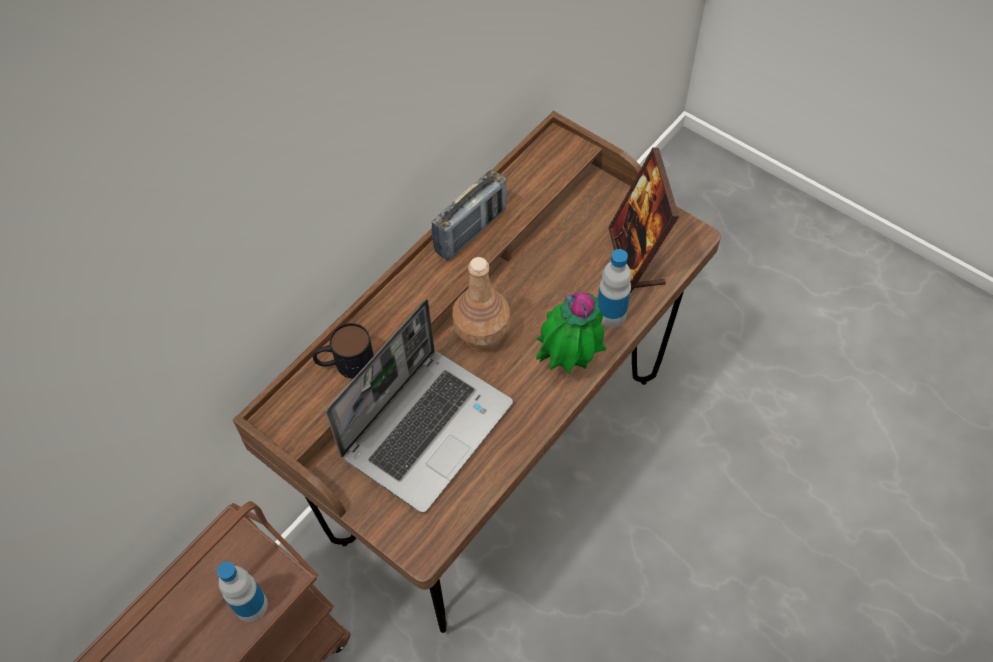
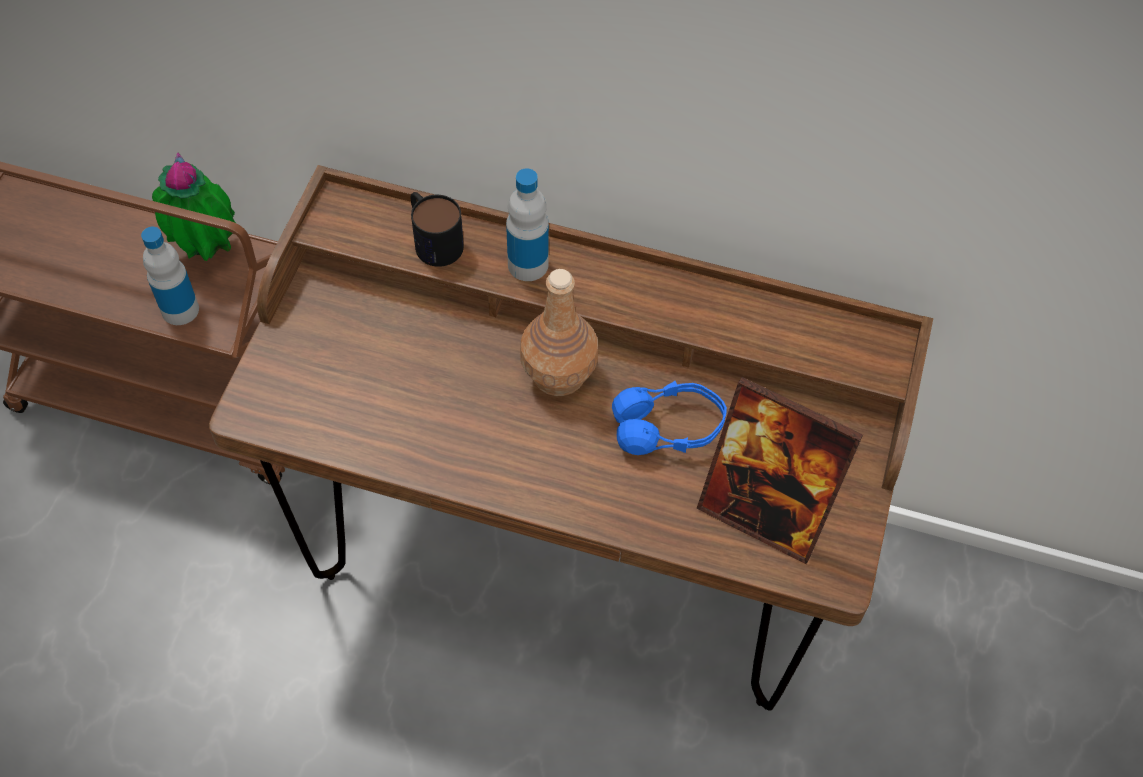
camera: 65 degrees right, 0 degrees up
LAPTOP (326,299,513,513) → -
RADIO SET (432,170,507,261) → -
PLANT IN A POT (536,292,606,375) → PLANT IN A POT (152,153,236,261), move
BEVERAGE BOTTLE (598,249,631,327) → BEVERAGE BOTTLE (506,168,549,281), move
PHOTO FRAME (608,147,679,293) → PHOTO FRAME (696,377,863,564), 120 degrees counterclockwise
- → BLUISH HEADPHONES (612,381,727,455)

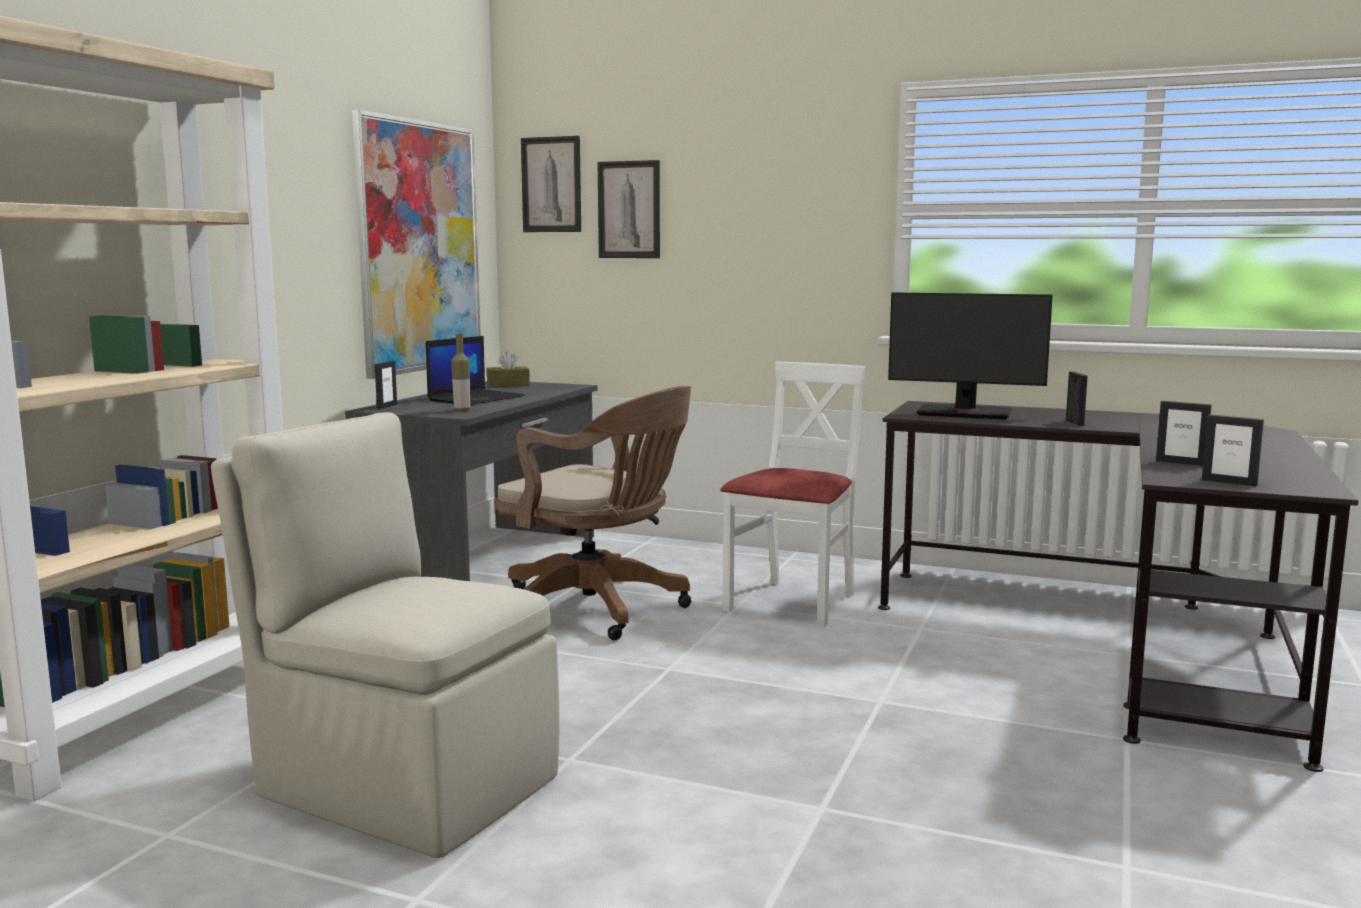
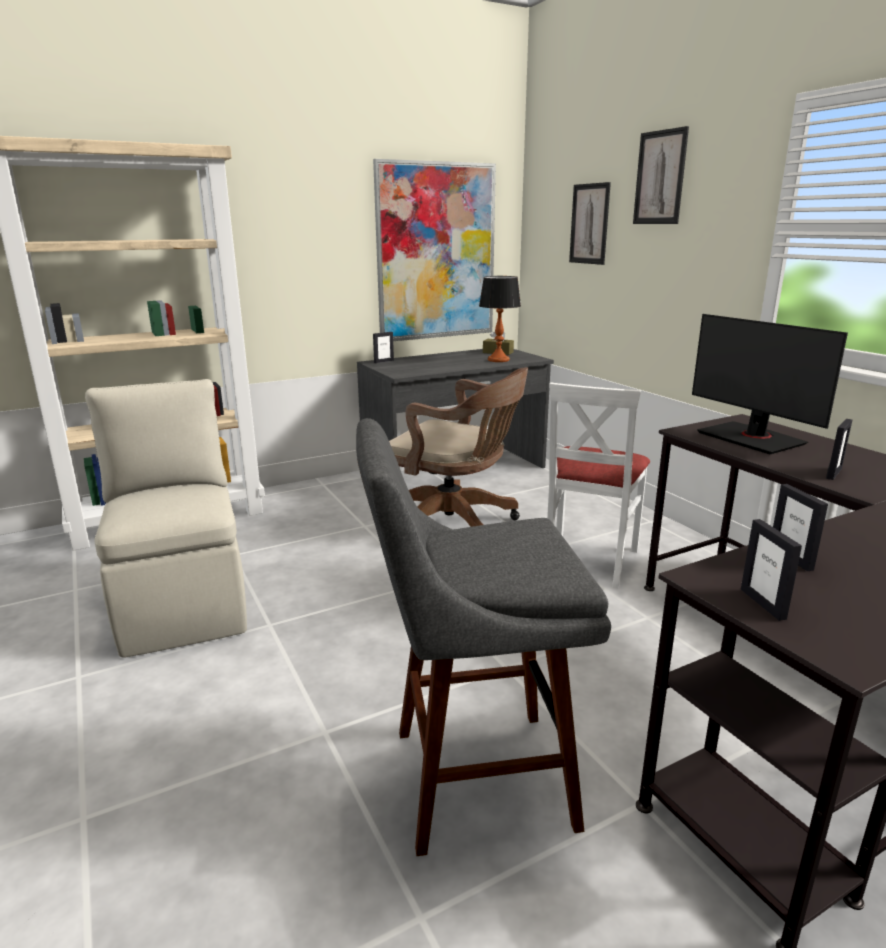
camera: 40 degrees right, 10 degrees up
LAPTOP (426,336,525,405) → -
BEVERAGE BOTTLE (451,333,470,411) → -
BROWN-COLOURED COMPUTER CHAIR (494,386,691,640) → BROWN-COLOURED COMPUTER CHAIR (389,368,528,527), 45 degrees counterclockwise
PICTURE (521,136,581,232) → PICTURE (633,126,689,224), move
WHITISH CHAIR (720,361,866,627) → WHITISH CHAIR (547,382,650,589), 135 degrees clockwise
- → GREY SITTING STOOL (356,418,611,856)
- → LAMP FOR A TABLE (479,276,521,362)

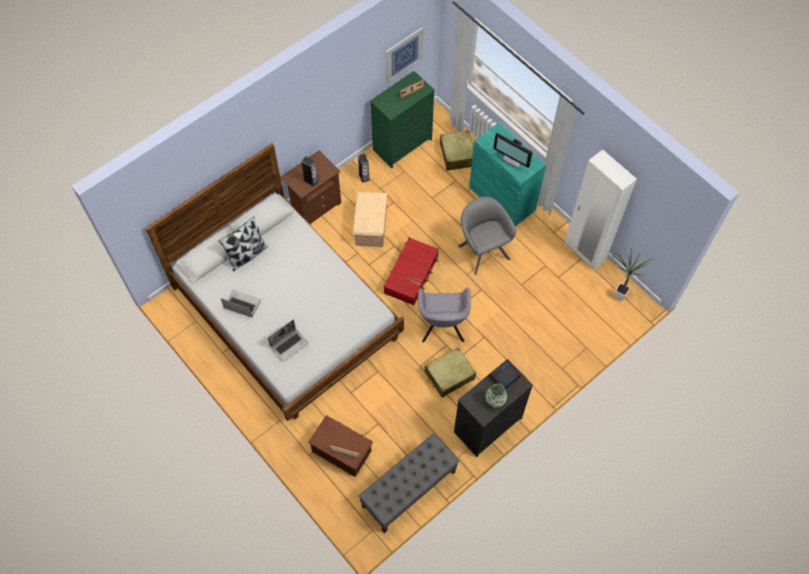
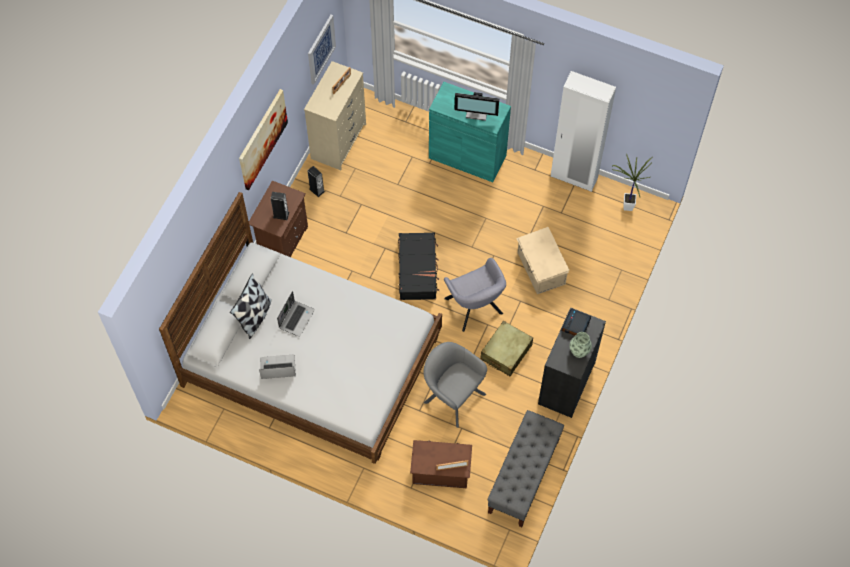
camera: 25 degrees left, 0 degrees up
LAPTOP (268,319,308,362) → LAPTOP (277,291,315,337), move
BEIGE-COLOURED STORAGE BOX (352,192,387,247) → BEIGE-COLOURED STORAGE BOX (516,227,570,294), move
GREEN-COLOURED DRESSER (370,71,435,168) → BEIGE-COLOURED DRESSER (304,61,366,170)
RED PIECE OF LUGGAGE (383,237,439,306) → BLACKISH PIECE OF LUGGAGE (398,232,439,300)
BEIGE-COLOURED PIECE OF LUGGAGE (440,130,473,171) → -
GREY EASY CHAIR (458,197,516,275) → GREY EASY CHAIR (423,342,487,428), move
- → PICTURE (239,89,288,190)

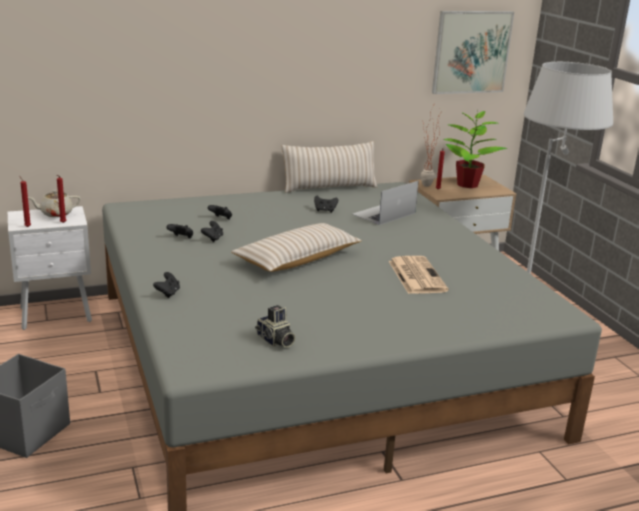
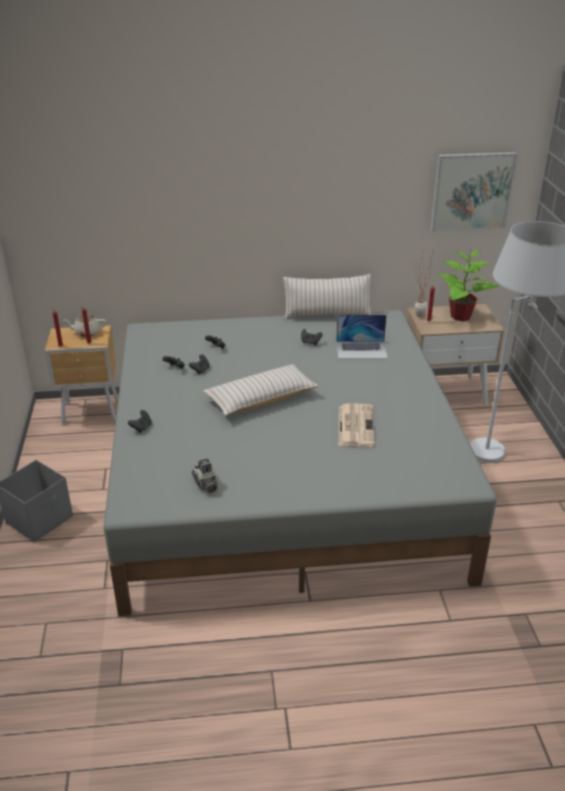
camera: 15 degrees right, 10 degrees up
WHITISH NIGHT TABLE (8,206,92,330) → BROWN-COLOURED NIGHT TABLE (45,325,118,424)
LAPTOP (352,181,418,225) → LAPTOP (336,315,388,359), 150 degrees counterclockwise

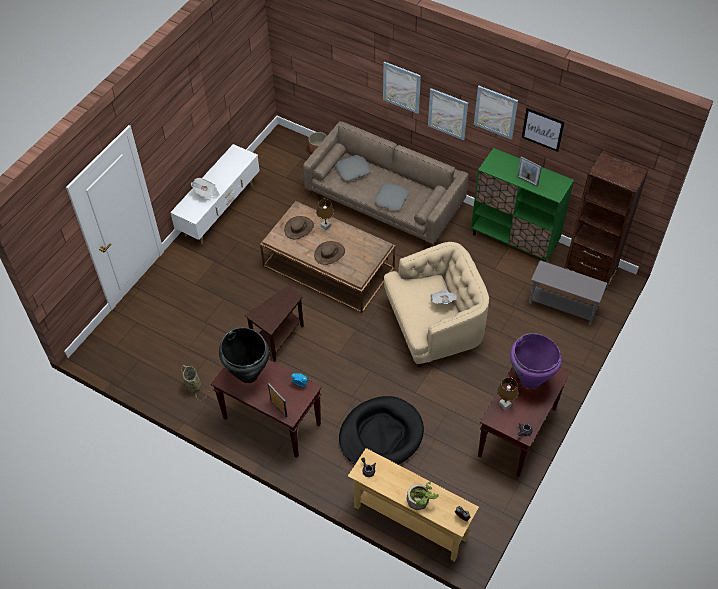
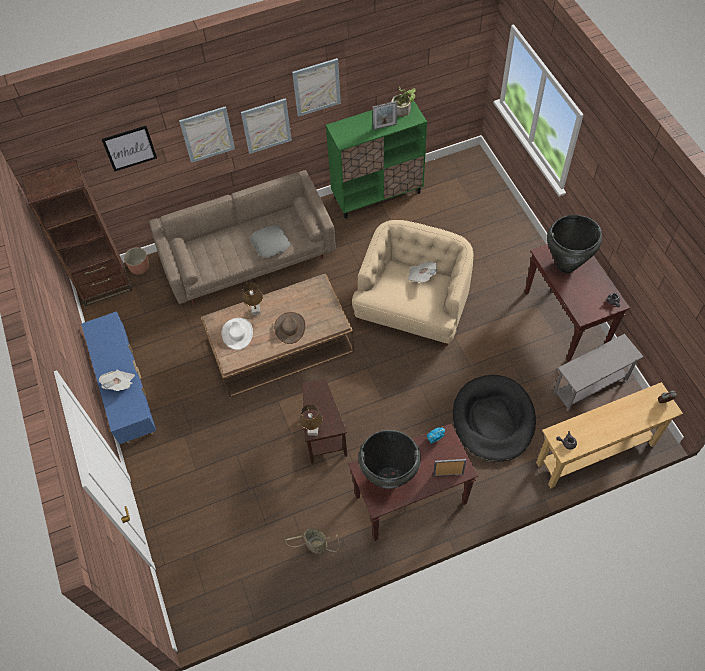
camera: 50 degrees left, 5 degrees up
WHITISH MEDIA CONSOLE (170,144,260,244) → BLUISH MEDIA CONSOLE (81,311,156,444)
BROWN-COLOURED WEARABLE HAT (284,216,314,239) → WHITISH WEARABLE HAT (222,318,253,350)
GREY THROW PILLOW (335,155,371,181) → -
PLANT IN A POT (407,481,439,510) → PLANT IN A POT (391,87,416,117), move
BROWN-COLOURED LAMP FOR A TABLE (497,377,518,410) → BROWN-COLOURED LAMP FOR A TABLE (299,404,323,436), move
PURPLE VASE (510,333,562,389) → BLACKISH VASE (547,215,602,273)
PICTURE (522,108,565,152) → PICTURE (102,126,157,172), move
GREY END TABLE (529,260,607,325) → GREY END TABLE (553,334,644,411), move
BROWN-COLOURED BOOKCASE (564,152,649,291) → BROWN-COLOURED BOOKCASE (22,160,132,306), move

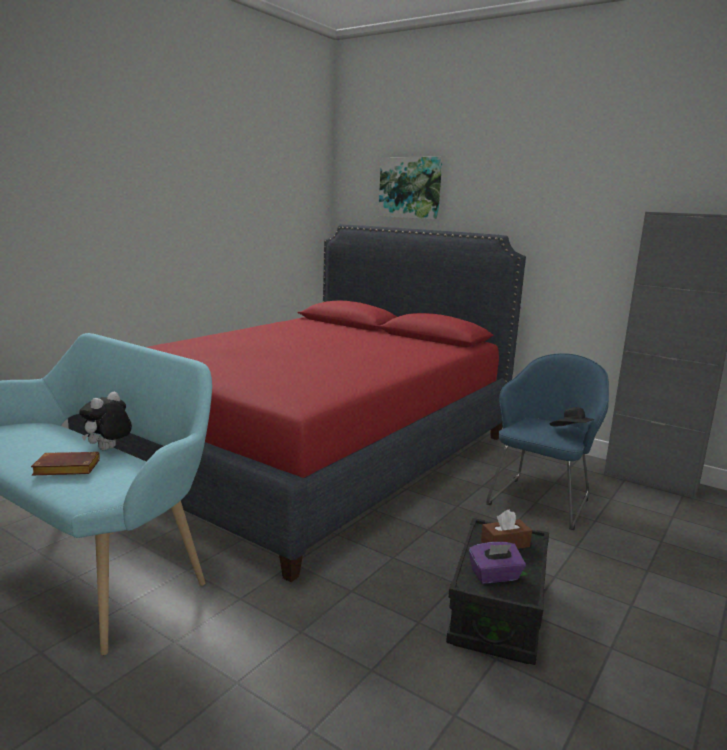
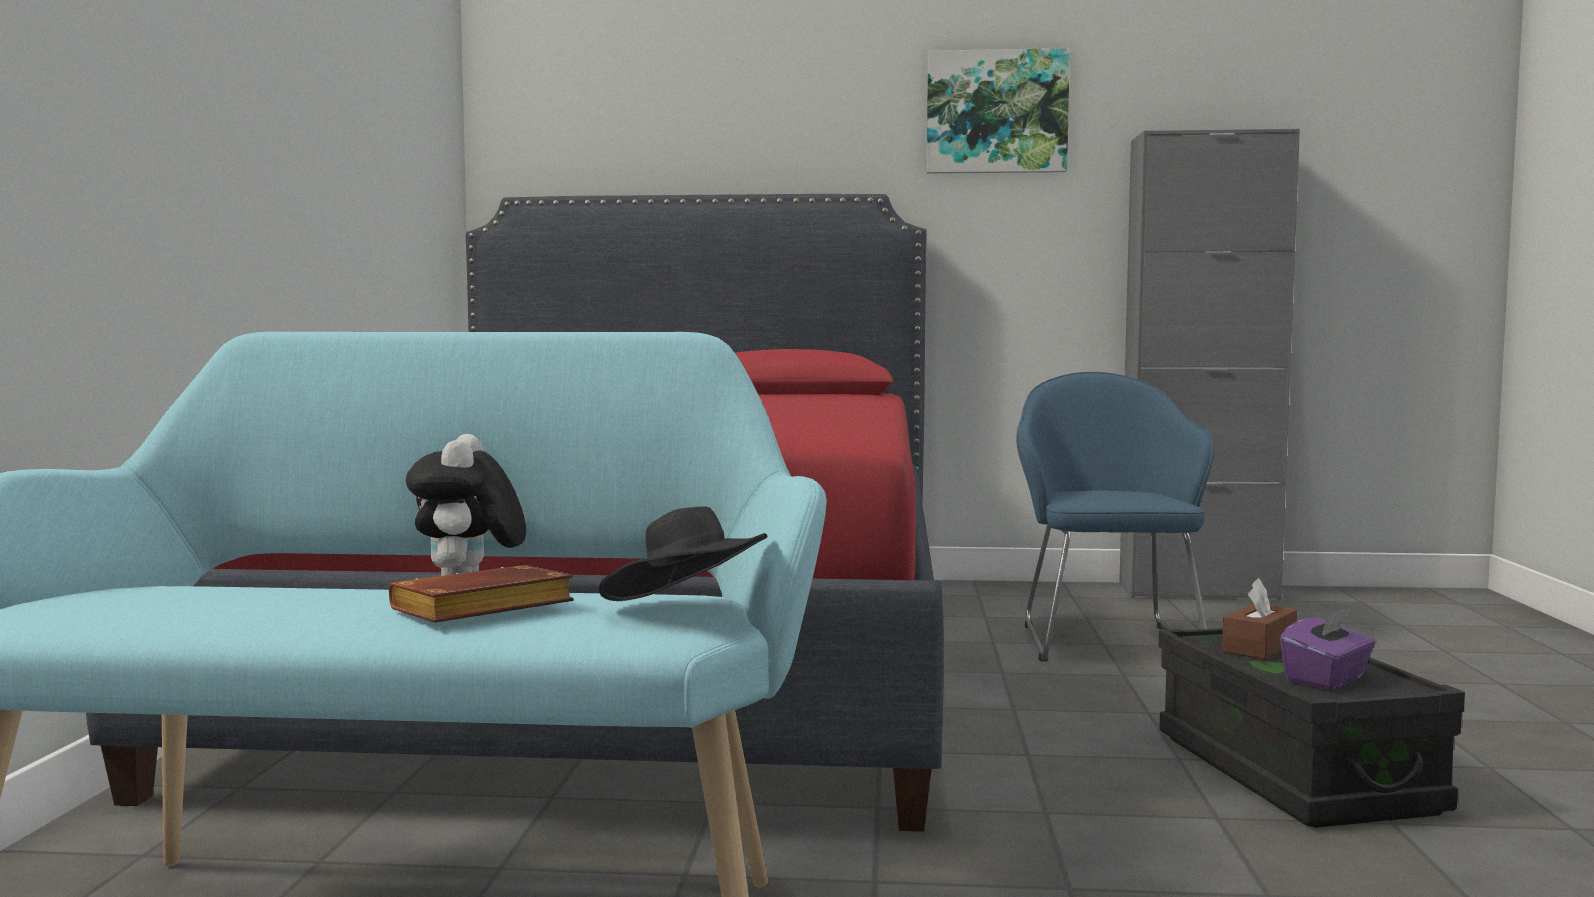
camera: 30 degrees left, 10 degrees down
PICTURE (378,157,442,219) → PICTURE (927,48,1070,174), move
BLACKISH WEARABLE HAT (550,407,594,427) → BLACKISH WEARABLE HAT (598,506,768,601), move

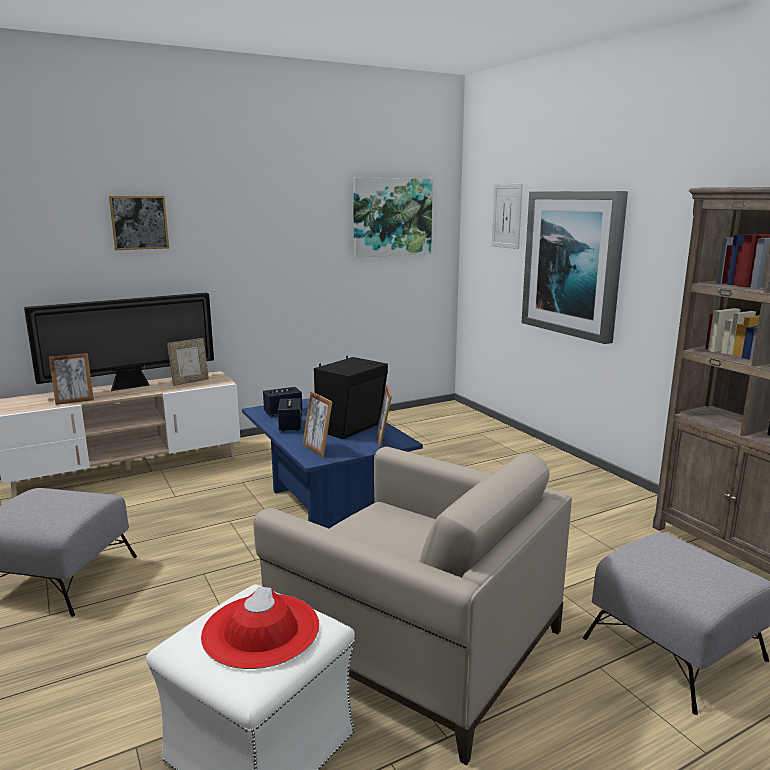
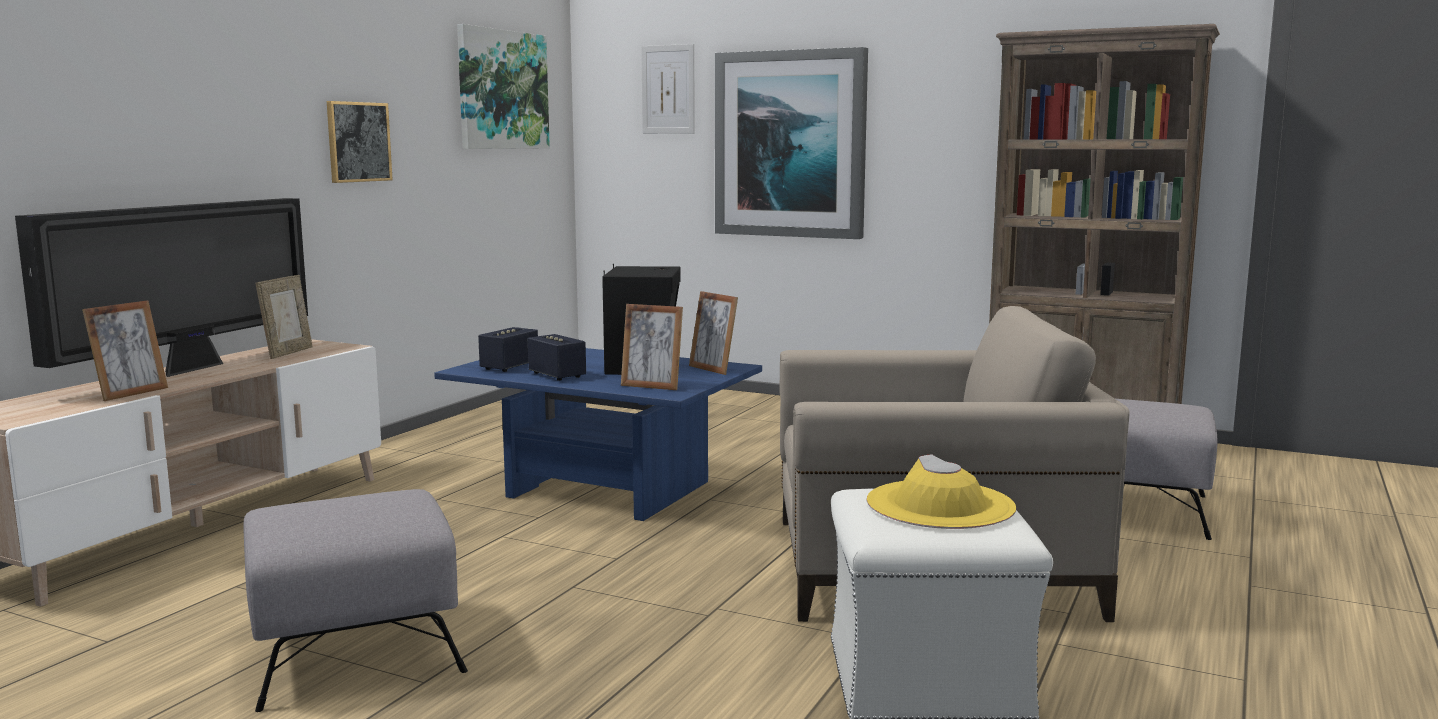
camera: 35 degrees left, 5 degrees down
PICTURE (109,196,169,250) → PICTURE (327,101,393,183), move
RED WEARABLE HAT (201,587,319,669) → YELLOW WEARABLE HAT (867,454,1016,529)

